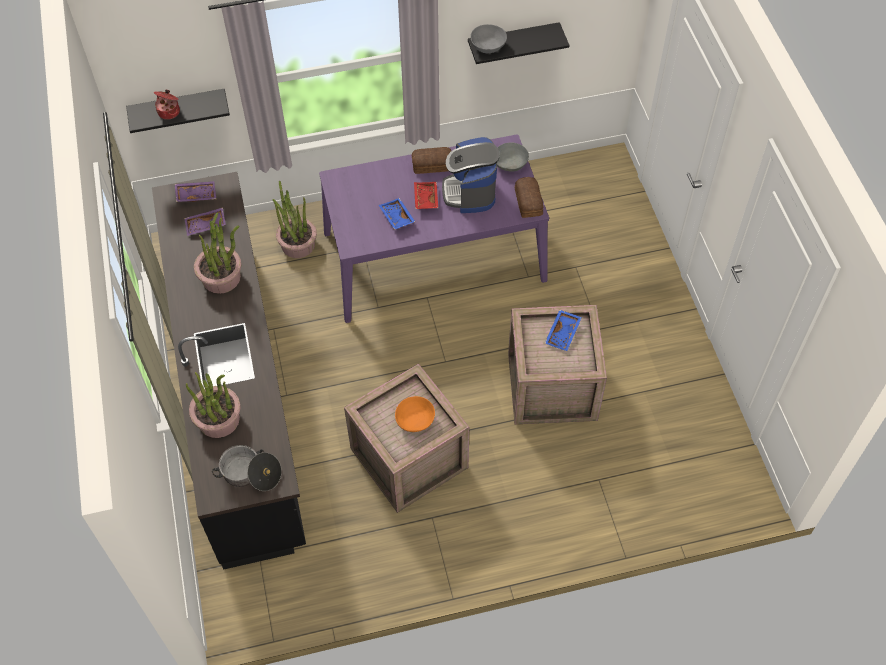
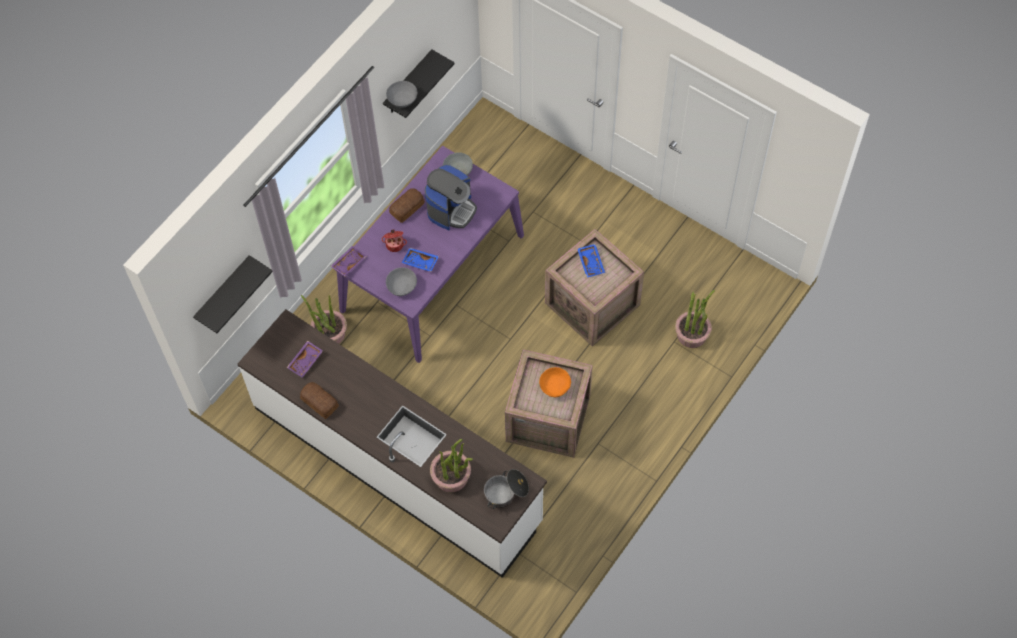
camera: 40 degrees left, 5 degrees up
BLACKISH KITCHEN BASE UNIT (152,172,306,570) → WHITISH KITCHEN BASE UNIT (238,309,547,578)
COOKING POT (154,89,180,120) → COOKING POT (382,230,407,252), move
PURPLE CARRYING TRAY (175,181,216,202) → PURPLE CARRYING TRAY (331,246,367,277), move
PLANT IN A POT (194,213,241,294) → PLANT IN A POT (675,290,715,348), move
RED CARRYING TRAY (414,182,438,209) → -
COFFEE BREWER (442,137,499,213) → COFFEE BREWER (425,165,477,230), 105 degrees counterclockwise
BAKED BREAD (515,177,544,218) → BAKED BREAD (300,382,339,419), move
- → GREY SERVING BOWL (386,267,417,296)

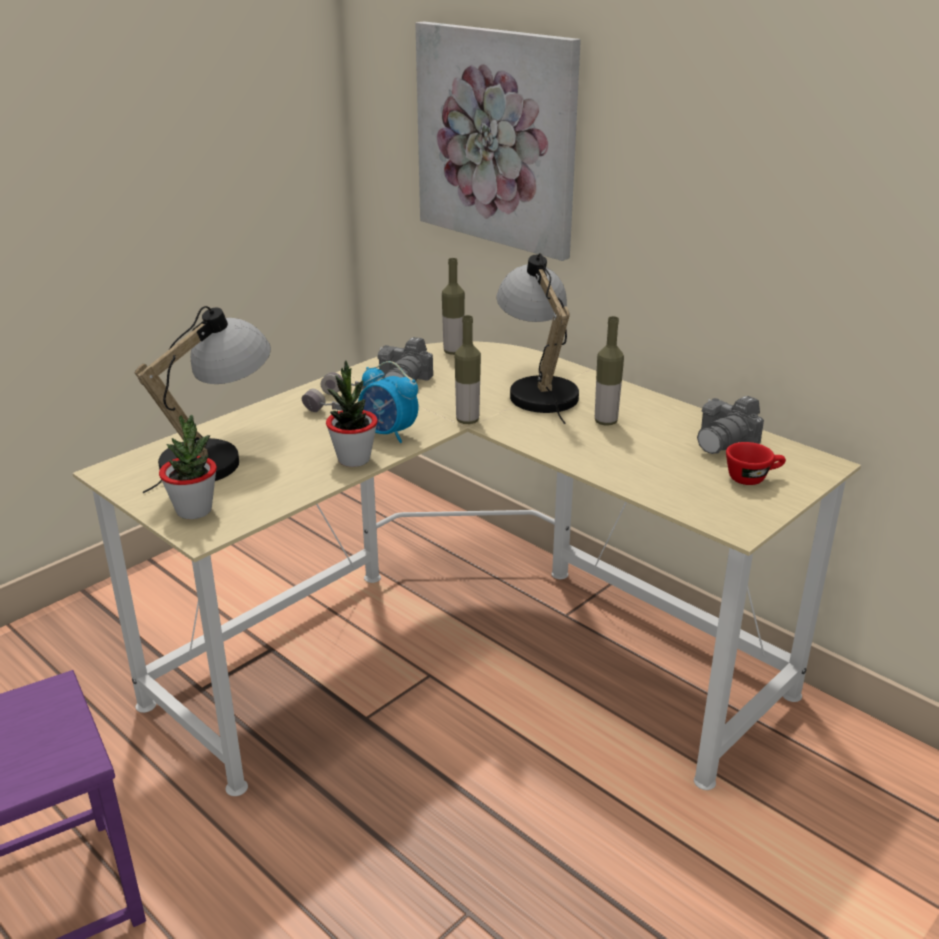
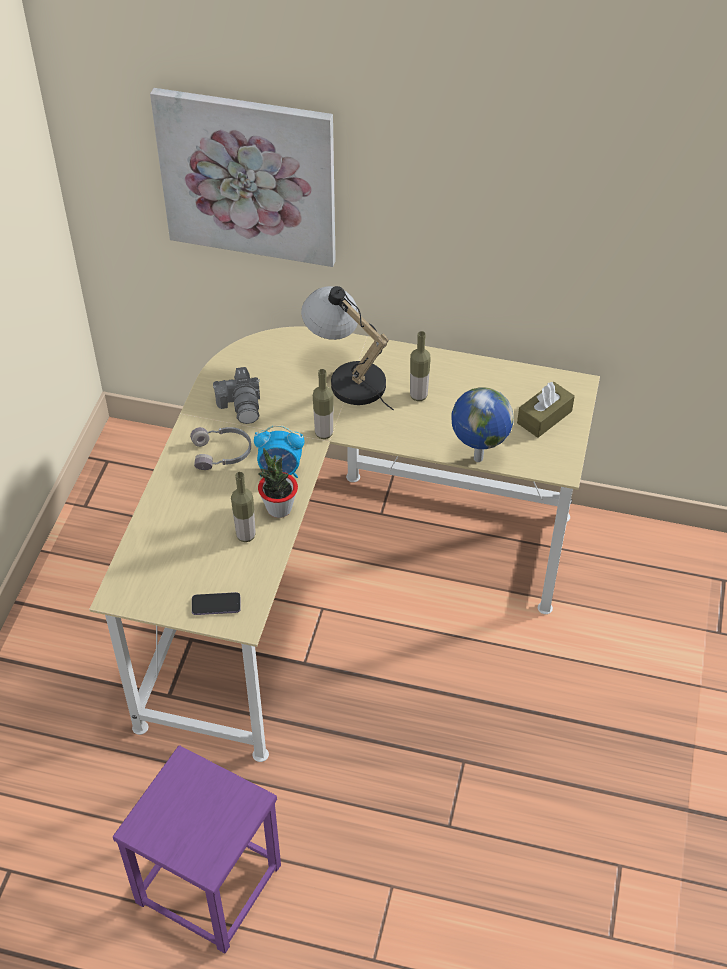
camera: 30 degrees left, 20 degrees up
LAMP FOR A TABLE (135,306,271,493) → -
PLANT IN A POT (159,415,217,519) → TELEPHONE (192,592,241,615)
BEVERAGE BOTTLE (442,258,465,355) → BEVERAGE BOTTLE (231,472,256,542), move
STILL CAMERA (697,396,764,454) → -
RED CUP (726,442,786,485) → BROWN-COLOURED TISSUE HOLDER (517,382,575,438)
- → GLOBE (451,387,514,462)

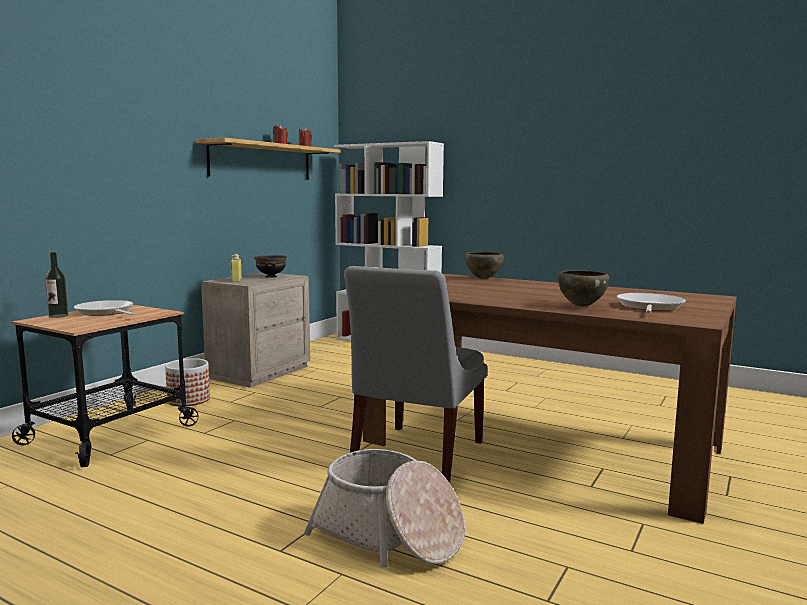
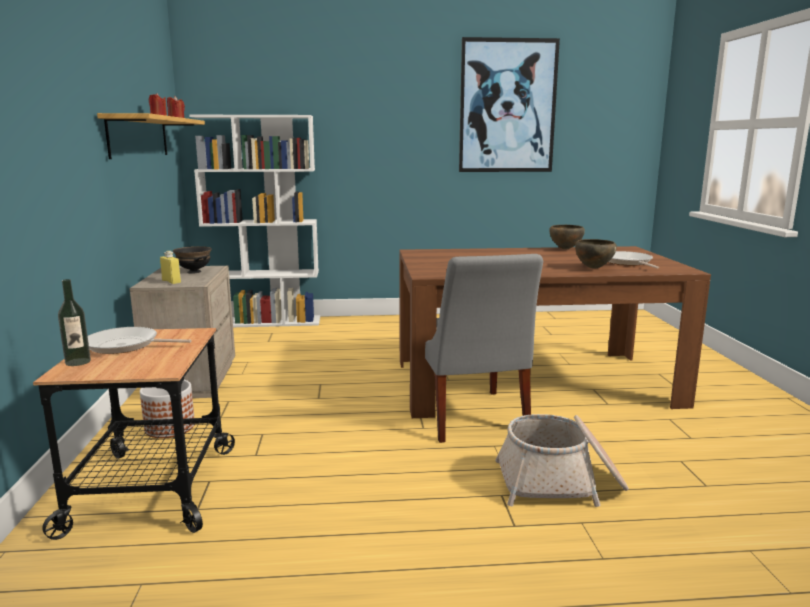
camera: 35 degrees left, 5 degrees up
BROWN-COLOURED SERVING BOWL (465,252,504,279) → BROWN-COLOURED SERVING BOWL (549,225,585,249), move
- → PICTURE (459,37,560,172)

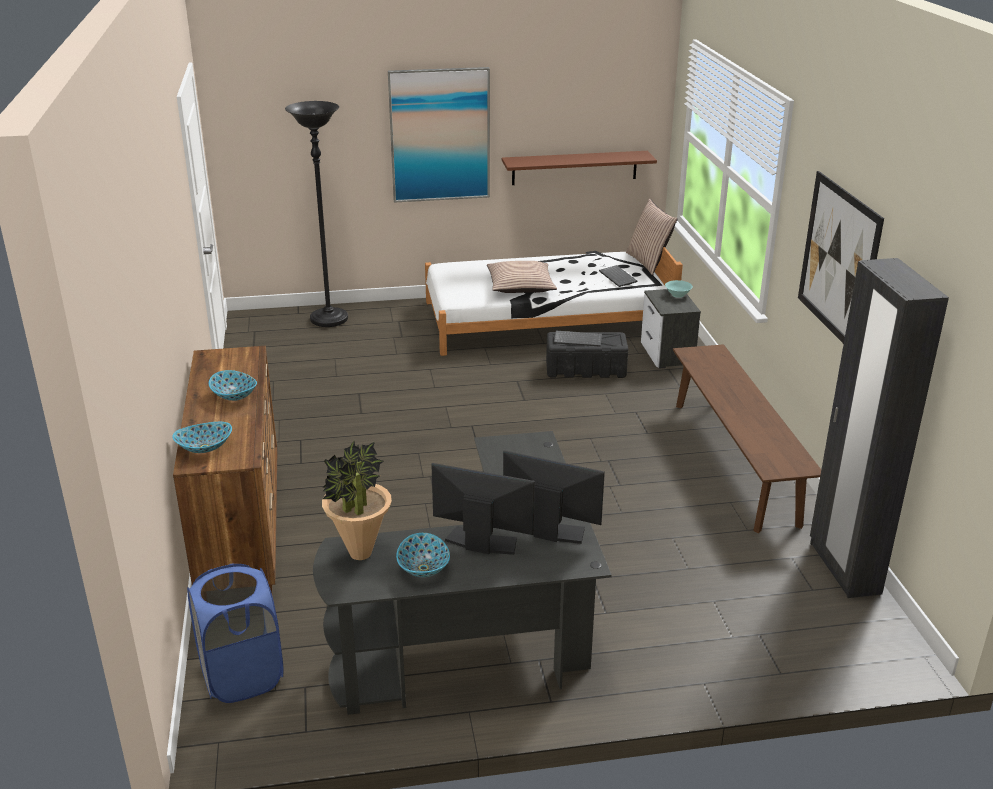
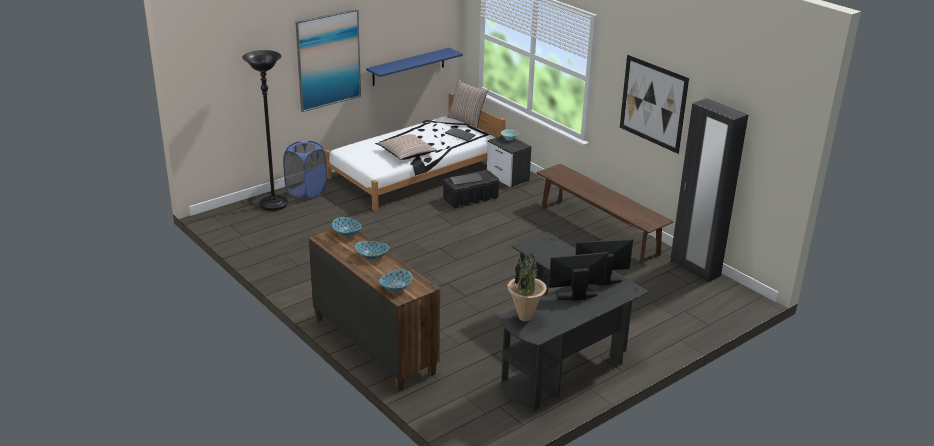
camera: 30 degrees left, 0 degrees up
BLUISH WASHING BASKET (187,563,283,703) → BLUISH WASHING BASKET (283,141,327,199), move
SERVING BOWL (396,533,450,578) → SERVING BOWL (332,217,362,236), move
BROWN-COLOURED BRACKET SHELF (502,151,657,185) → BLUISH BRACKET SHELF (366,48,463,86)

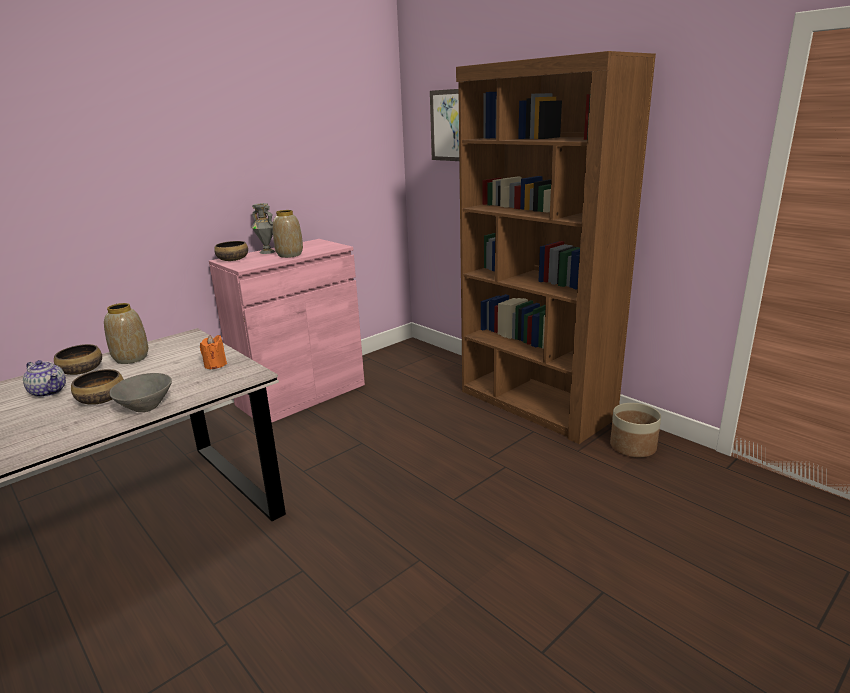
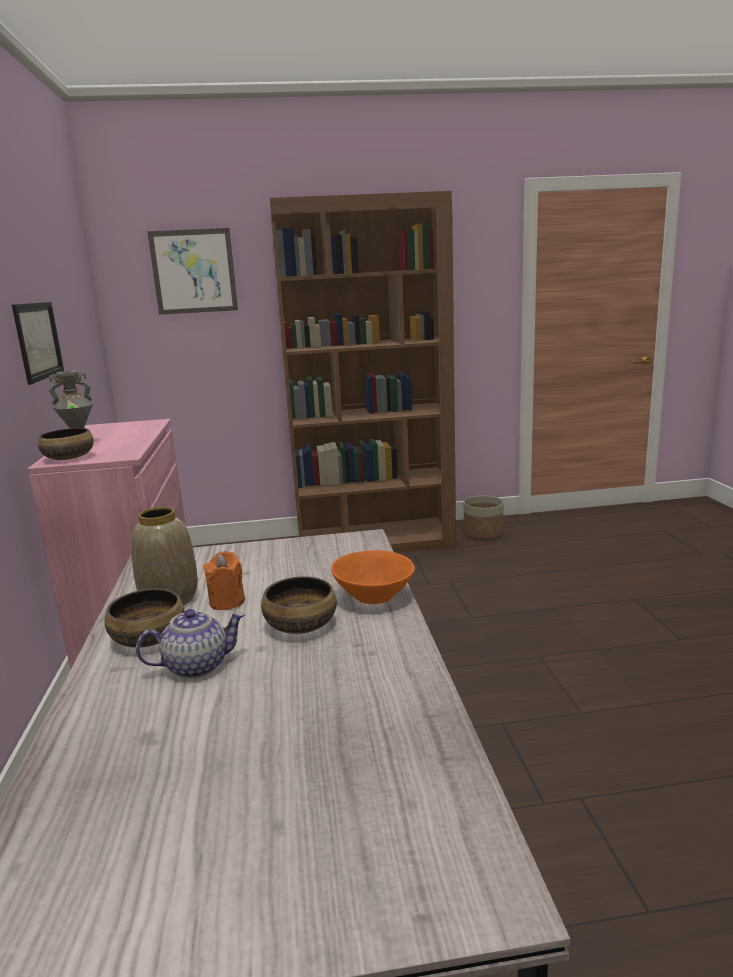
camera: 55 degrees left, 5 degrees down
GREY SERVING BOWL (110,373,172,412) → ORANGE-COLOURED SERVING BOWL (331,550,415,604)
ORANGE-COLOURED WAX LIGHT (200,335,227,370) → ORANGE-COLOURED WAX LIGHT (203,551,245,610), move
VASE (273,210,303,258) → -
- → PICTURE (12,302,64,385)

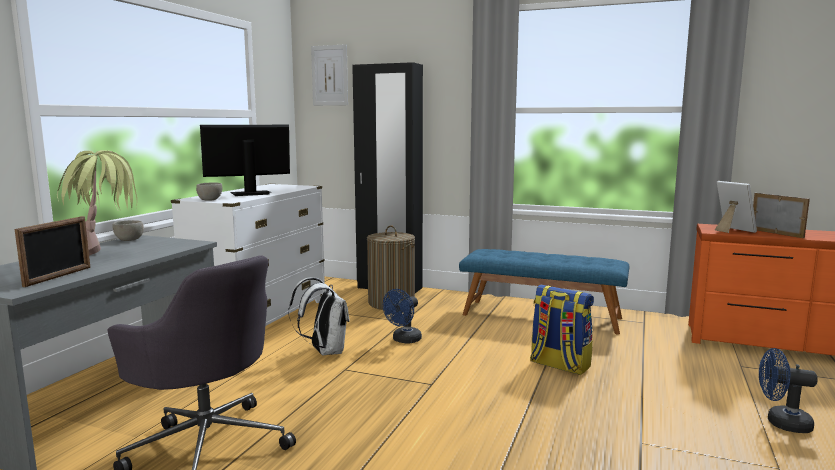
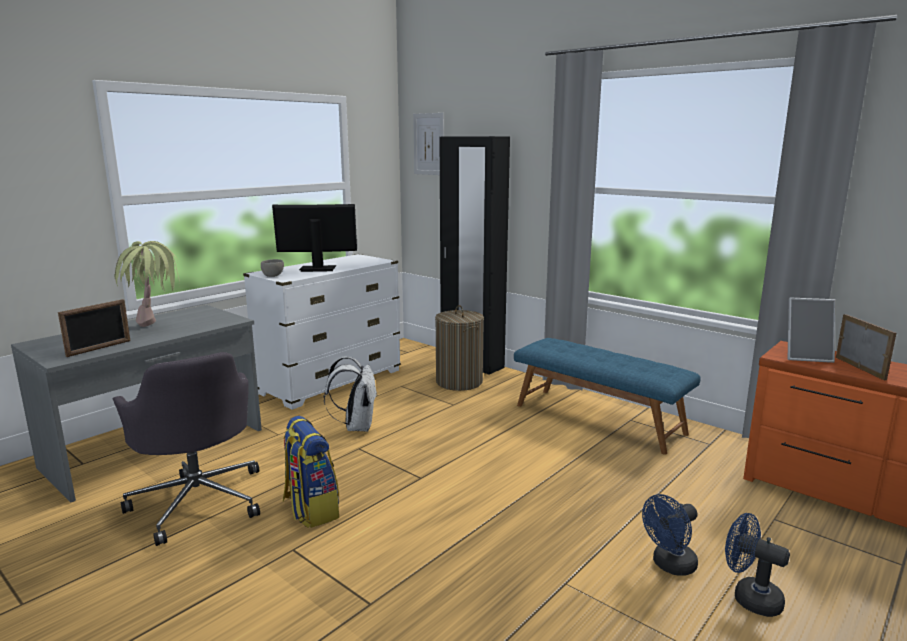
camera: 20 degrees right, 5 degrees up
GREY SERVING BOWL (112,220,144,241) → -
BLUISH FAN (383,289,422,343) → BLUISH FAN (642,494,698,576), move
KNAPSACK (530,285,594,375) → KNAPSACK (283,416,339,528), move
PHOTO FRAME (715,181,757,233) → PHOTO FRAME (788,298,836,363), 105 degrees clockwise

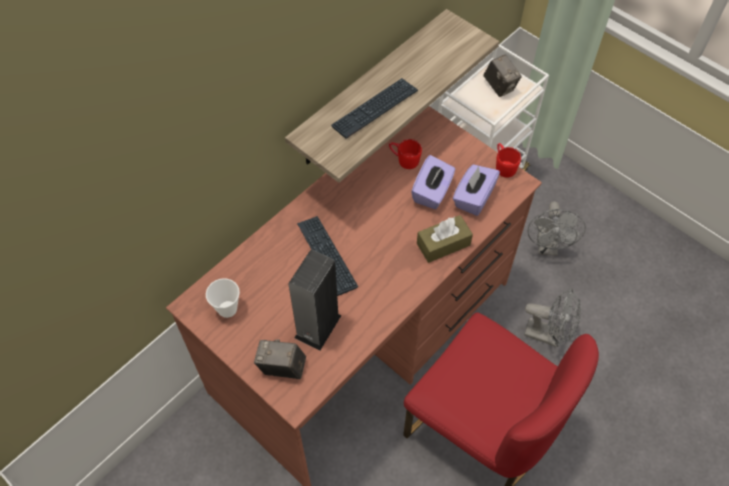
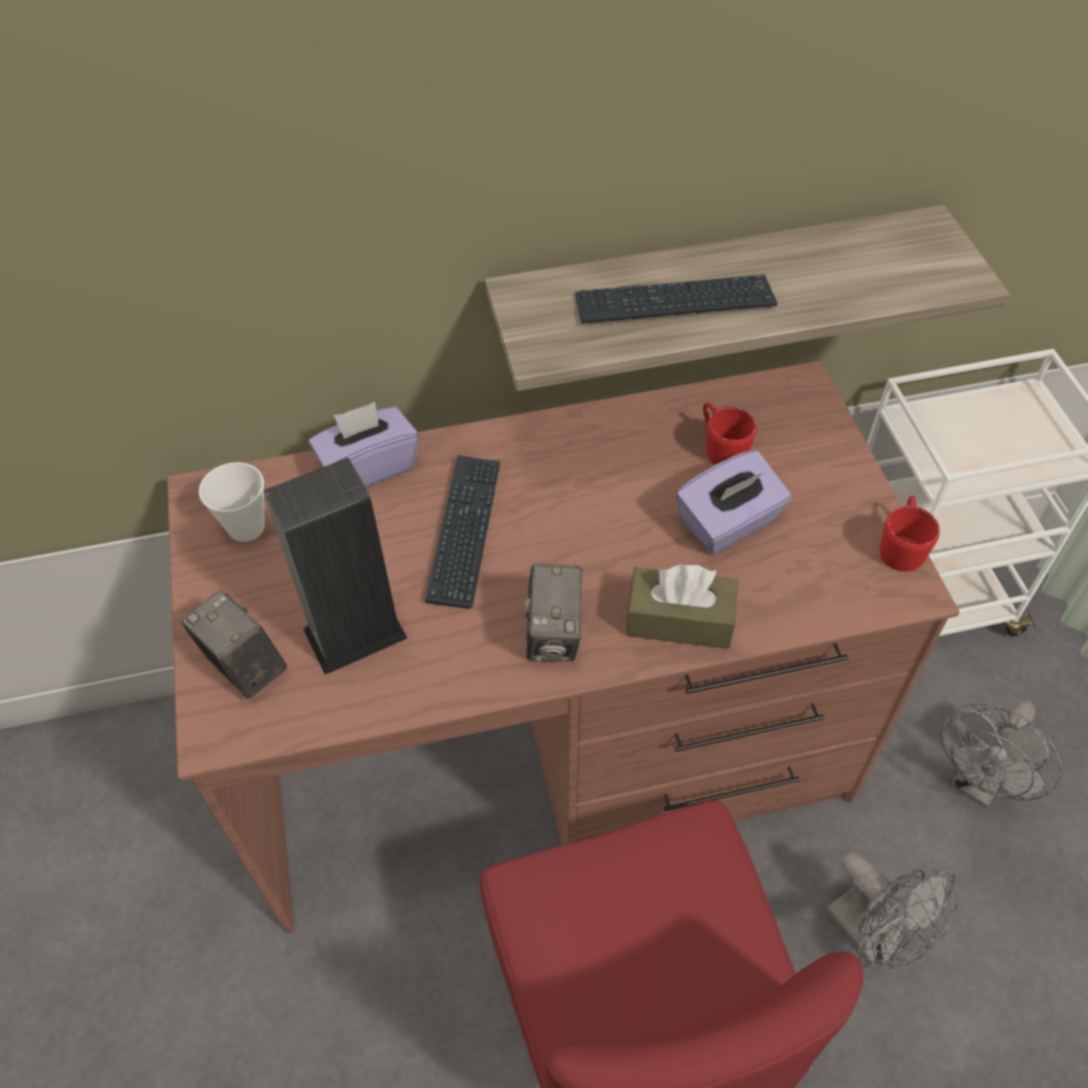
camera: 35 degrees right, 5 degrees down
PURPLE TISSUE HOLDER (453,164,500,216) → PURPLE TISSUE HOLDER (309,402,419,488), move
STILL CAMERA (483,55,522,97) → STILL CAMERA (524,563,582,662), move

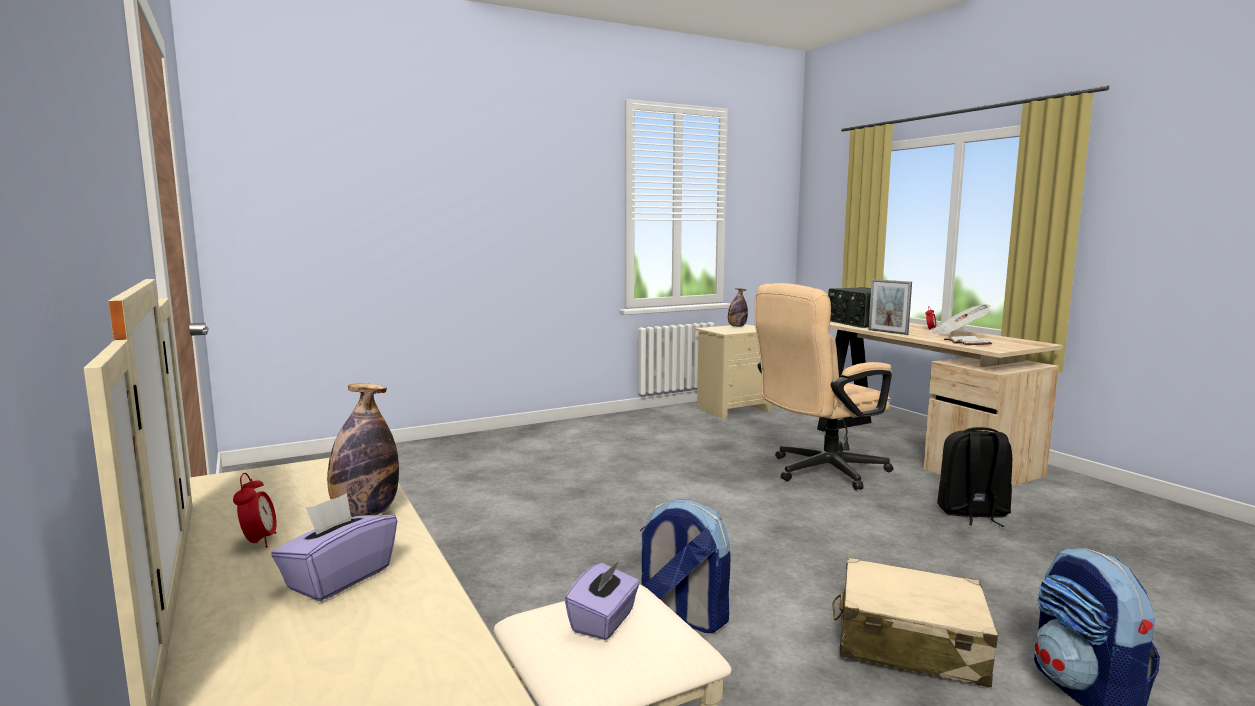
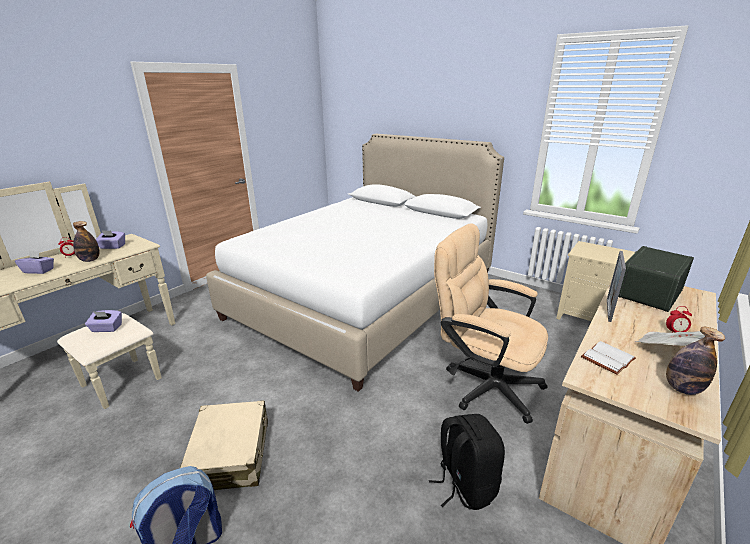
camera: 65 degrees right, 15 degrees up
KNAPSACK (640,500,730,633) → -
BEVERAGE BOTTLE (728,288,748,327) → BEVERAGE BOTTLE (666,327,726,395), move
- → PURPLE TISSUE HOLDER (96,230,125,249)
- → WHITISH BEDROOM BED (206,134,504,392)

